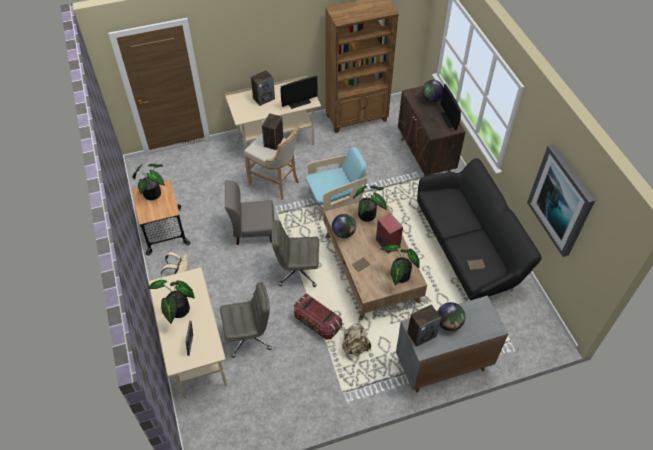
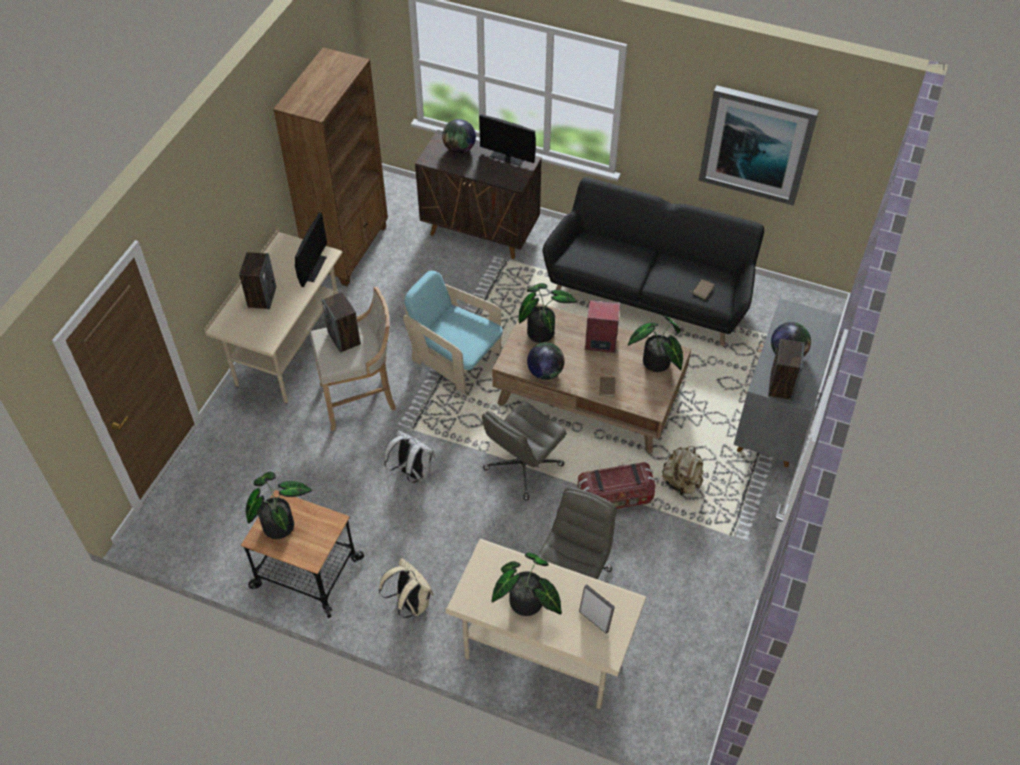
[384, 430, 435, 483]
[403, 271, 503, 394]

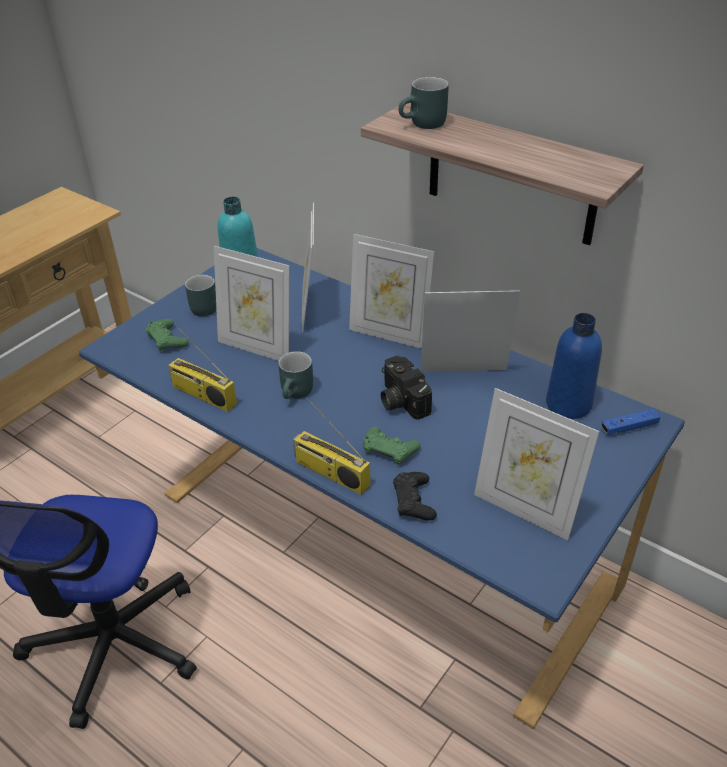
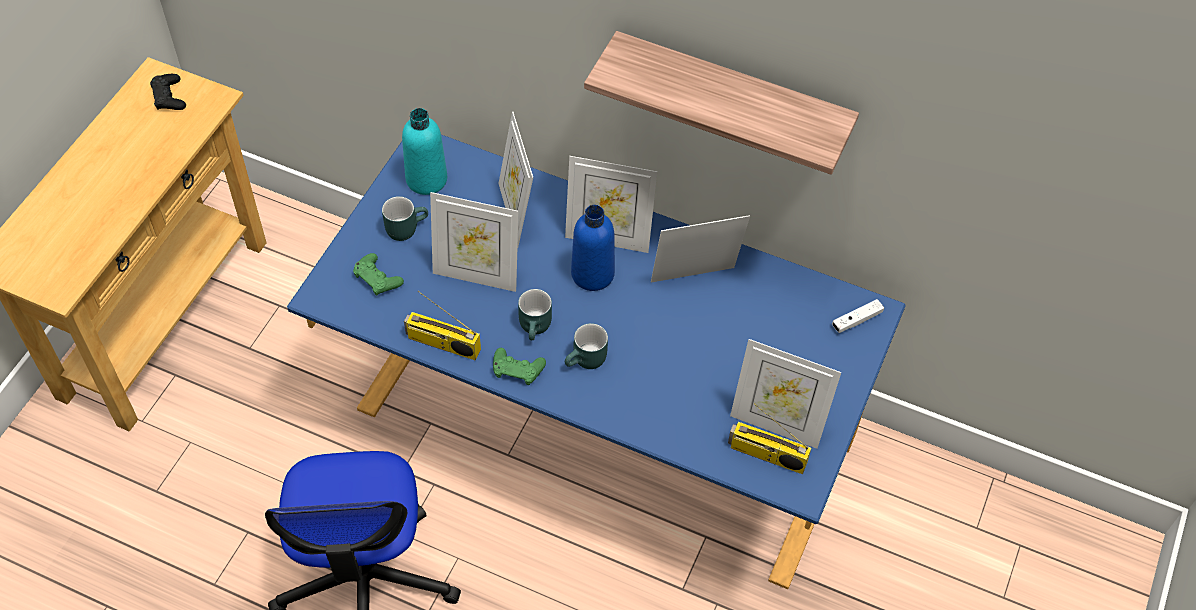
[150, 74, 186, 110]
[493, 348, 546, 385]
[565, 323, 608, 369]
[571, 205, 615, 291]
[728, 403, 811, 474]
[832, 299, 884, 333]
[381, 356, 432, 420] (first image)

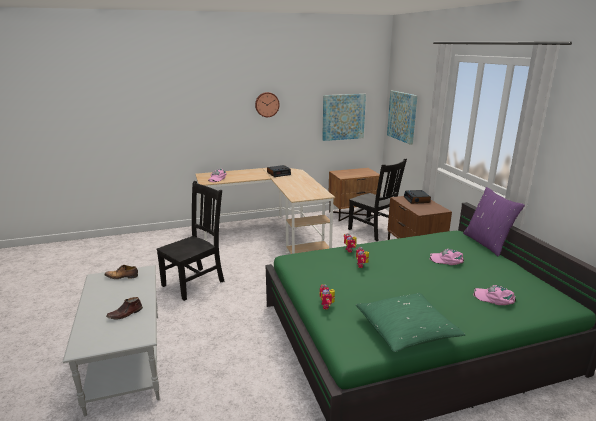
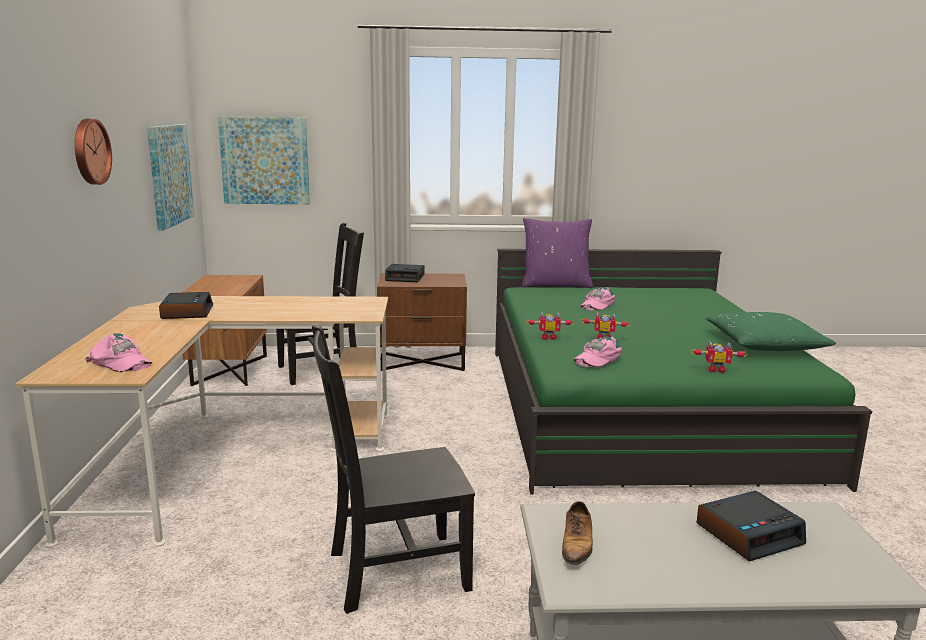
[312, 324, 475, 614]
[573, 337, 622, 367]
[697, 491, 806, 562]

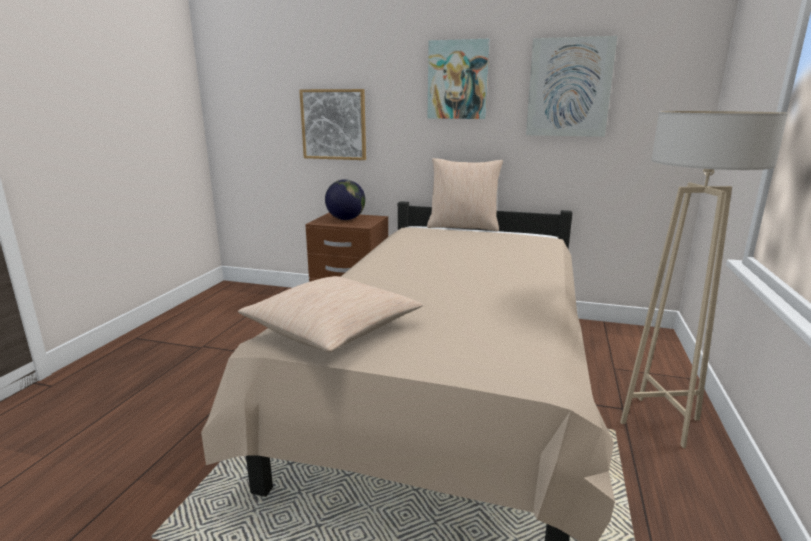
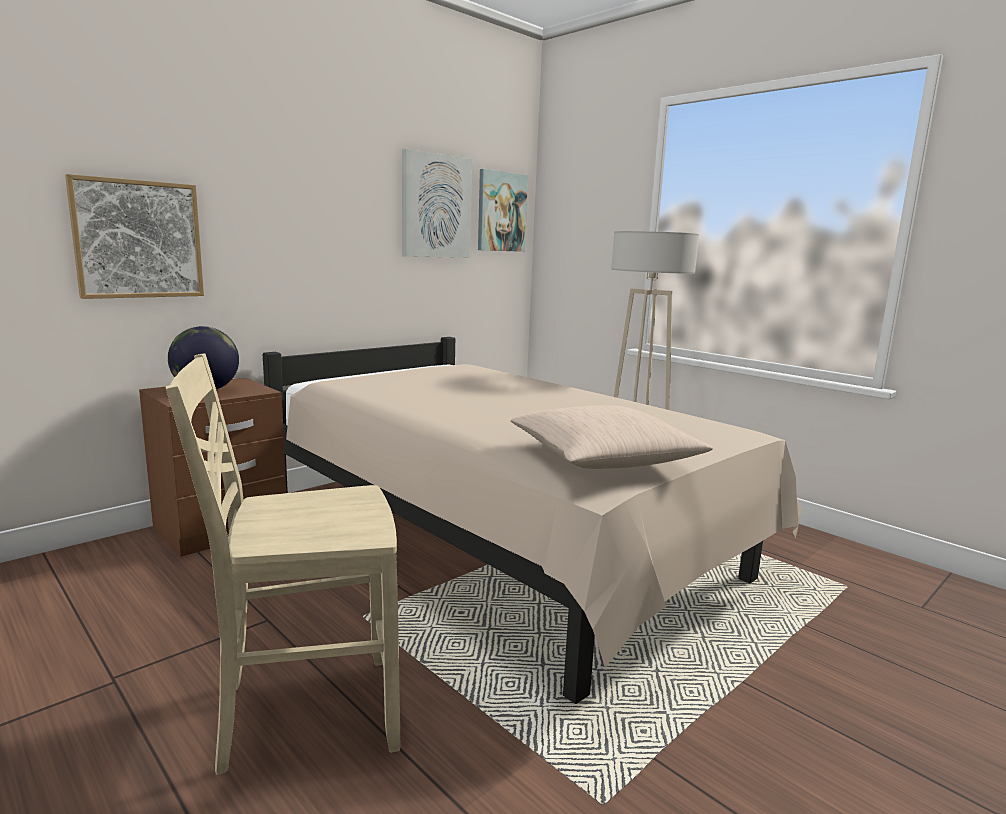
[166, 353, 400, 775]
[478, 169, 528, 252]
[427, 158, 503, 231] (first image)

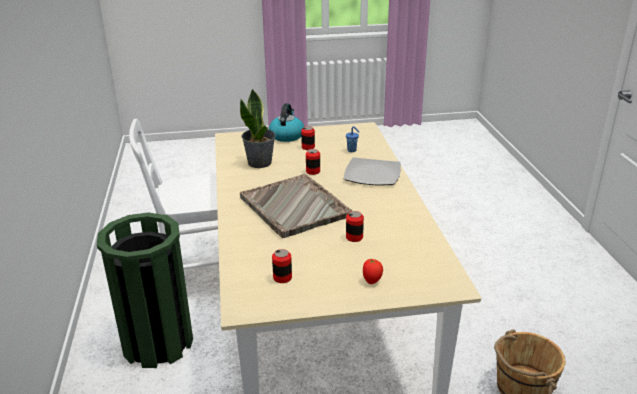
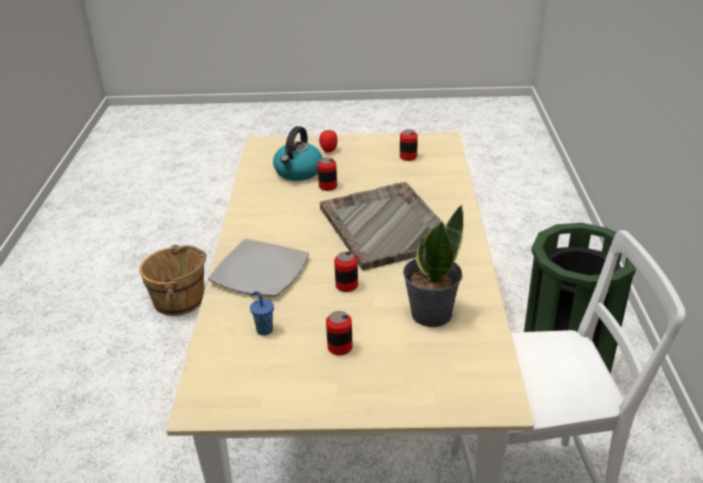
[273, 126, 323, 181]

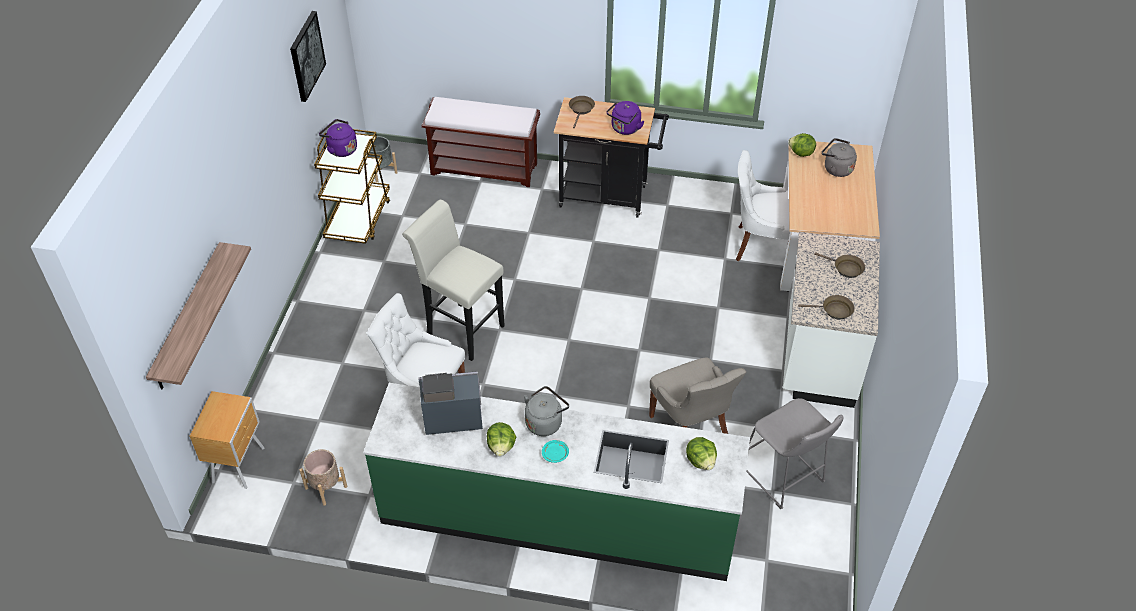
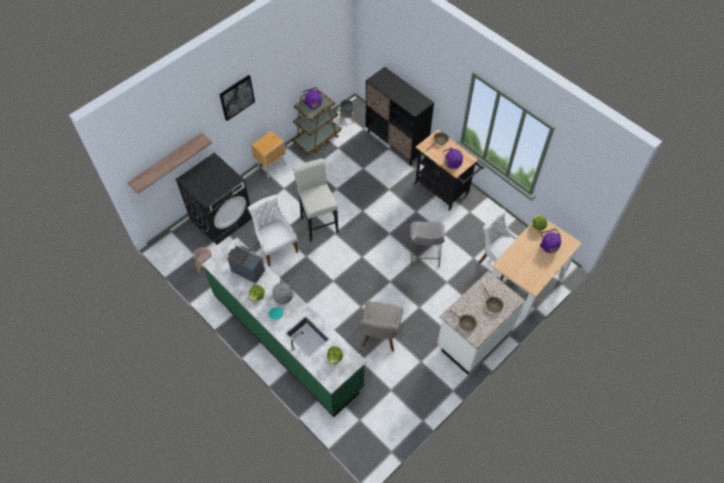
[175, 153, 252, 245]
[219, 75, 255, 121]
[251, 131, 286, 179]
[366, 67, 434, 166]
[410, 221, 445, 267]
[540, 229, 561, 253]

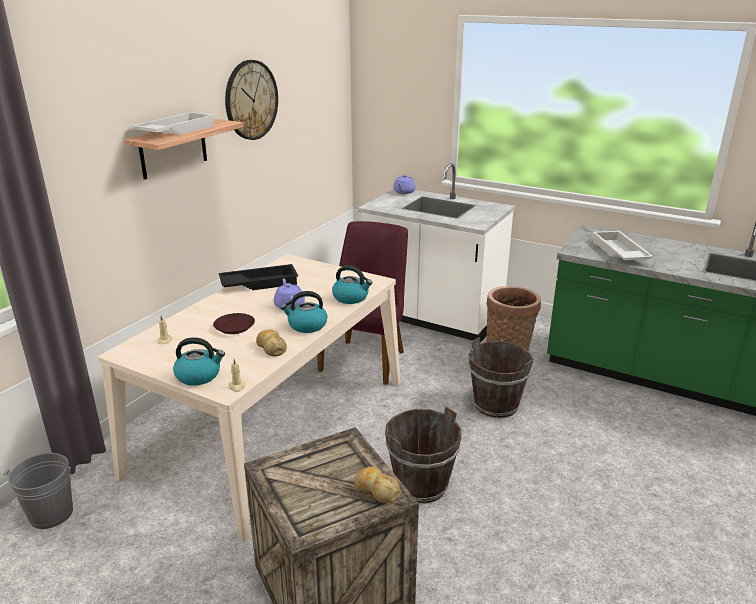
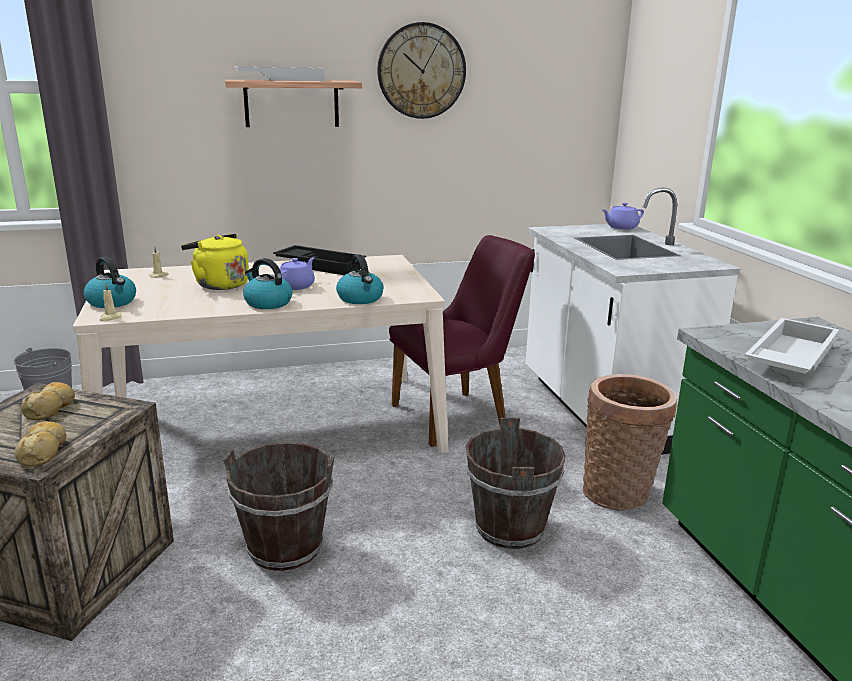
[21, 382, 75, 420]
[181, 234, 249, 290]

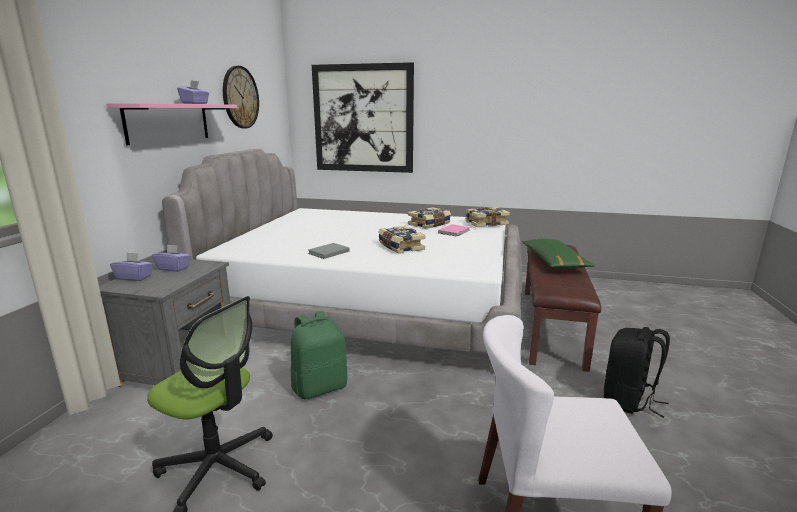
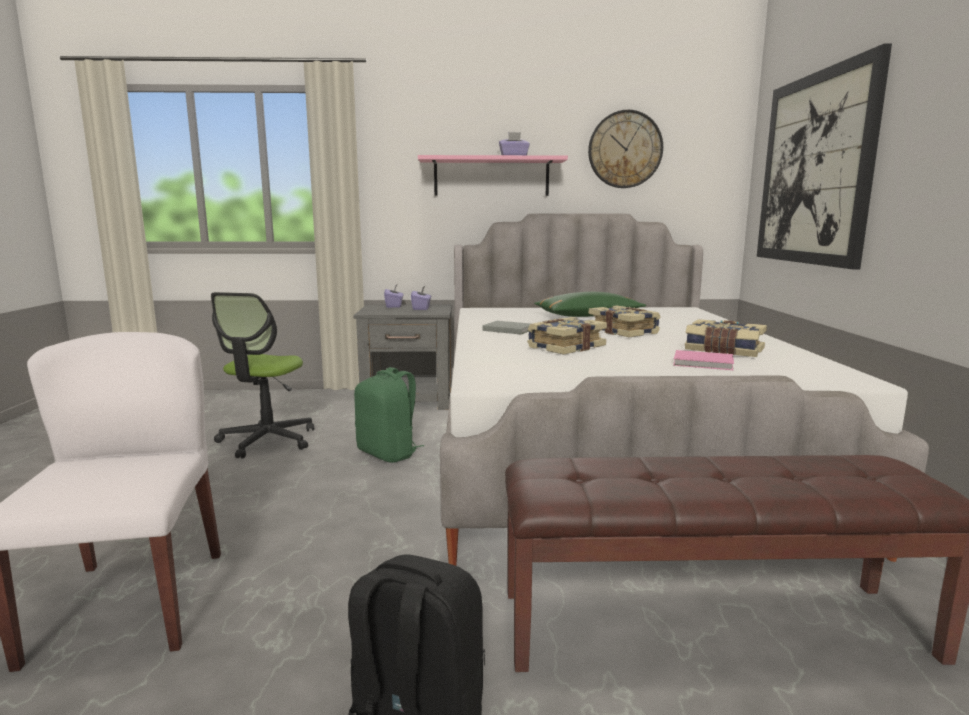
[534, 292, 646, 317]
[589, 306, 661, 337]

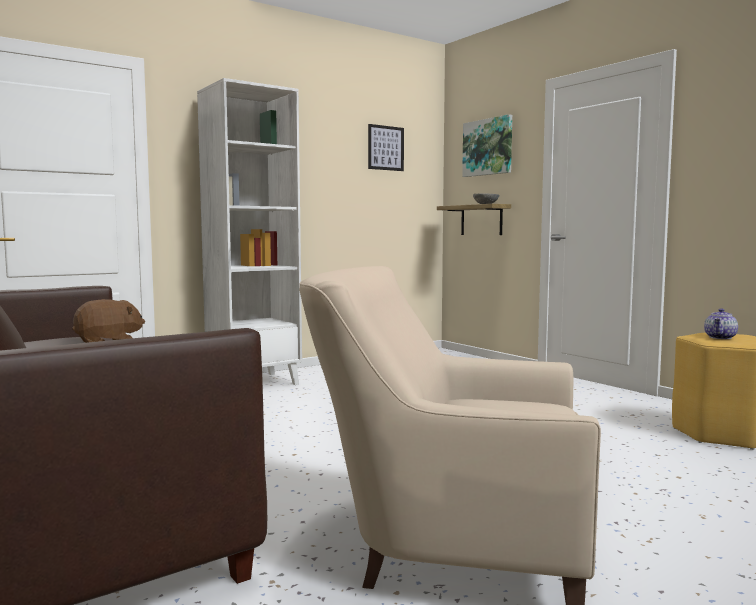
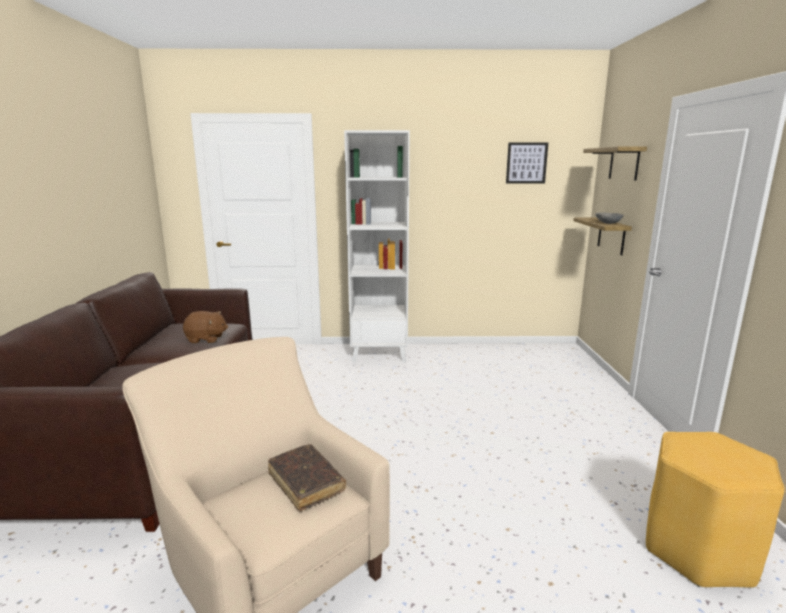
[268, 444, 346, 511]
[583, 146, 647, 180]
[704, 309, 738, 339] (first image)

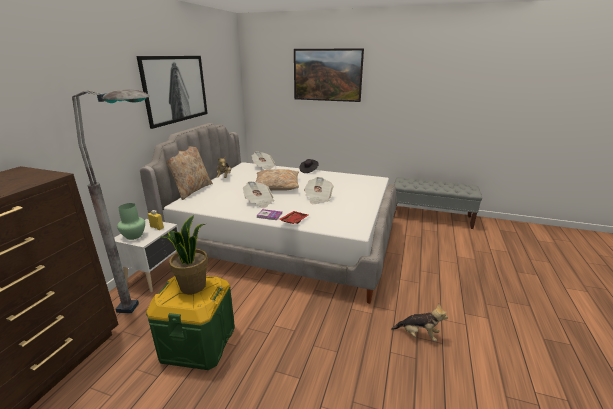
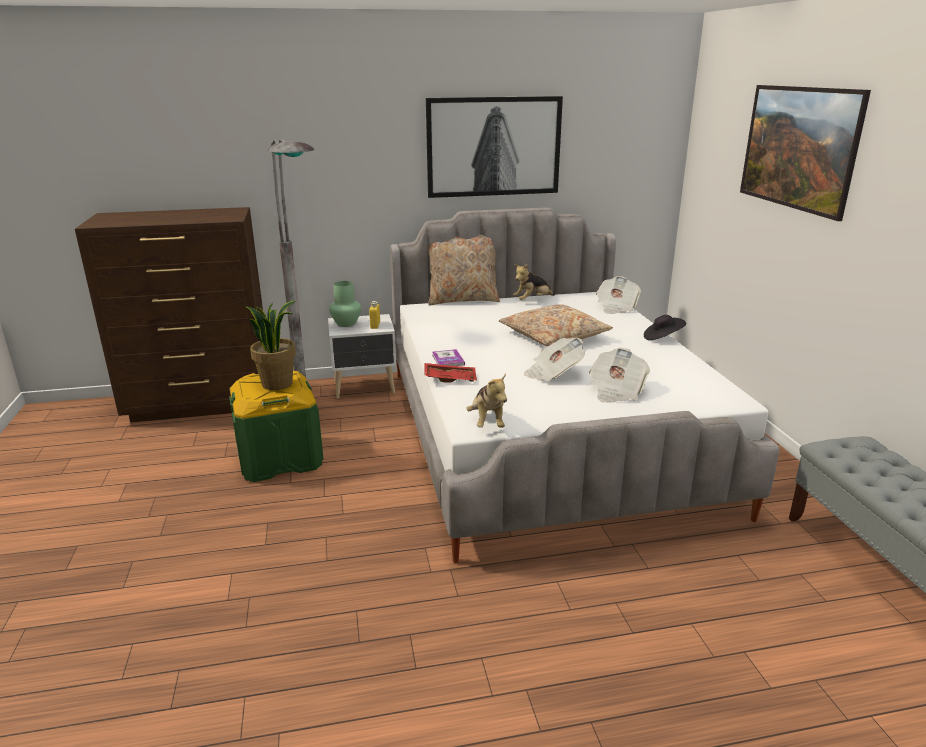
[466, 373, 507, 428]
[589, 348, 650, 403]

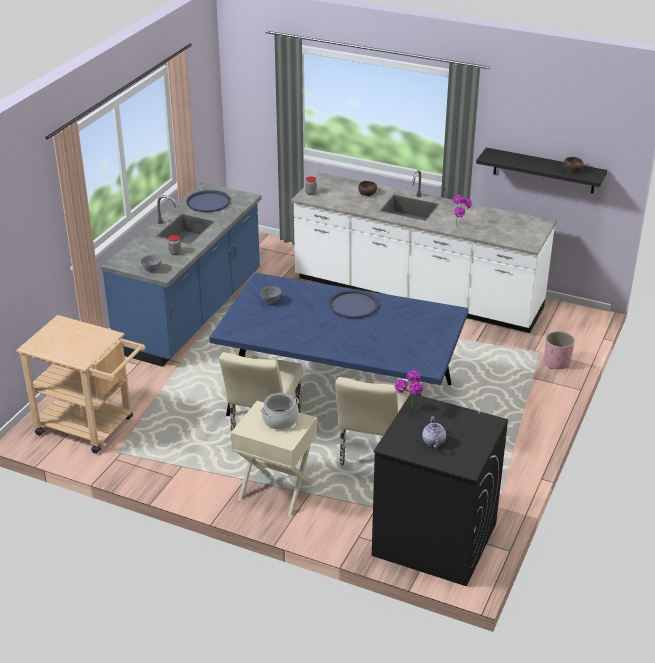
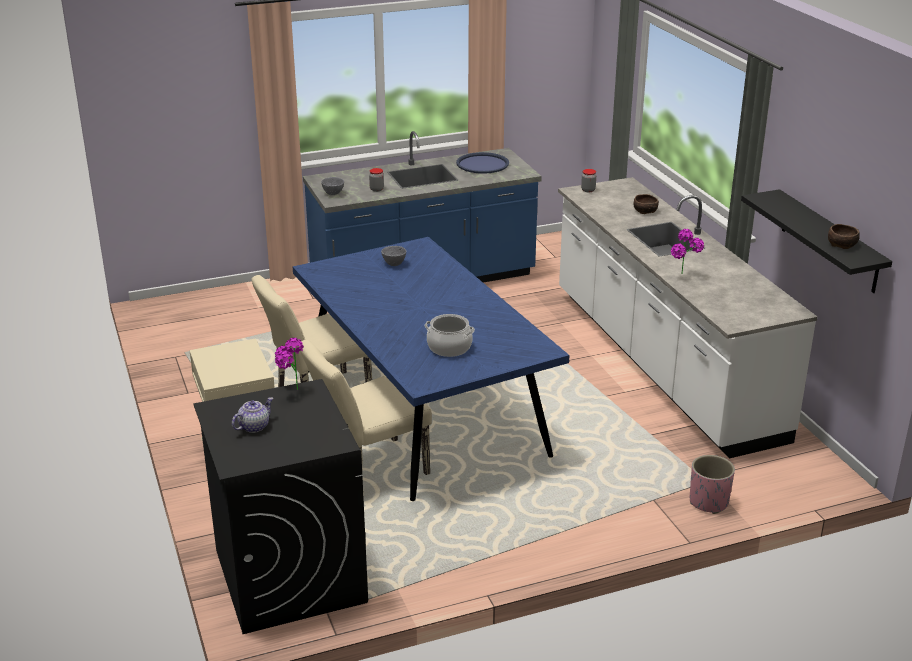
[425, 314, 475, 357]
[16, 315, 146, 454] (first image)
[328, 290, 379, 318] (first image)

